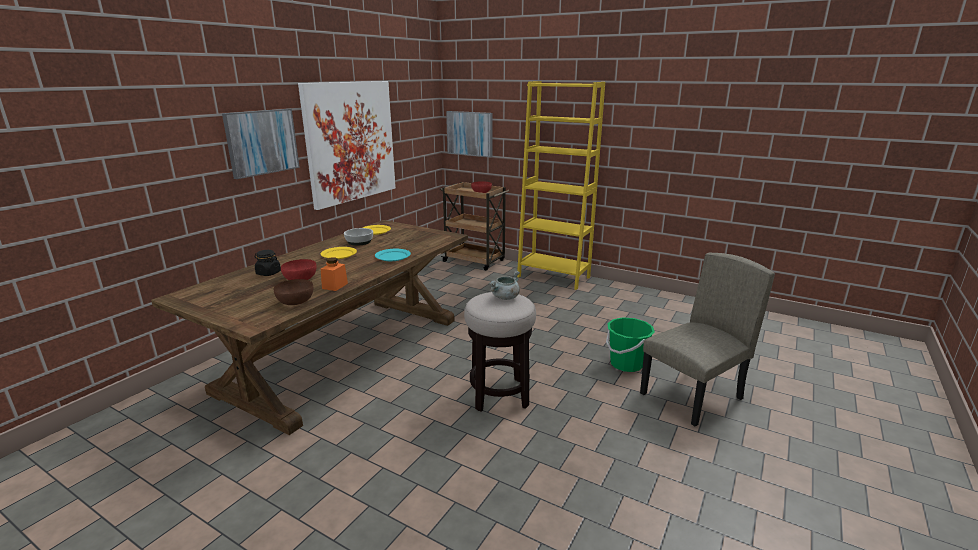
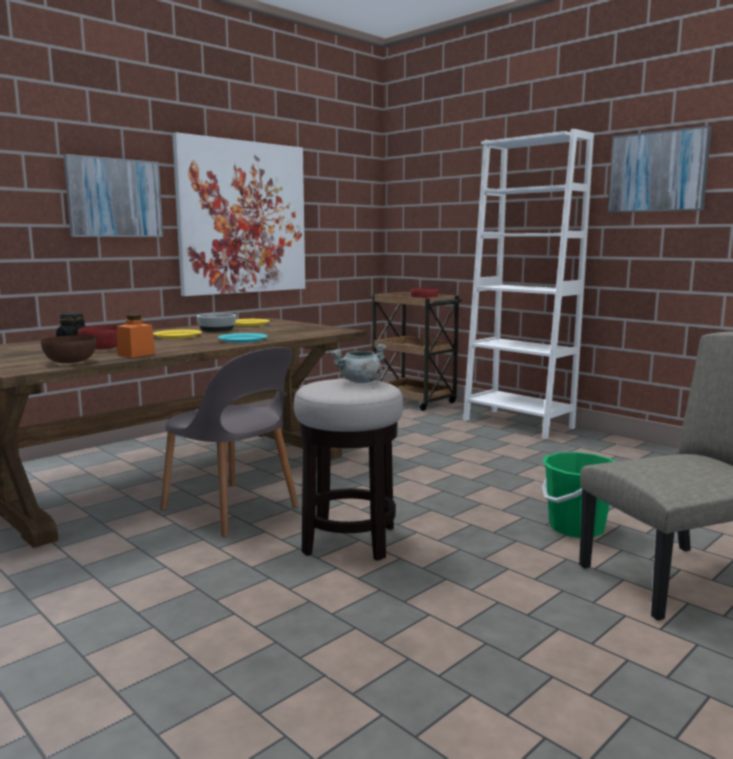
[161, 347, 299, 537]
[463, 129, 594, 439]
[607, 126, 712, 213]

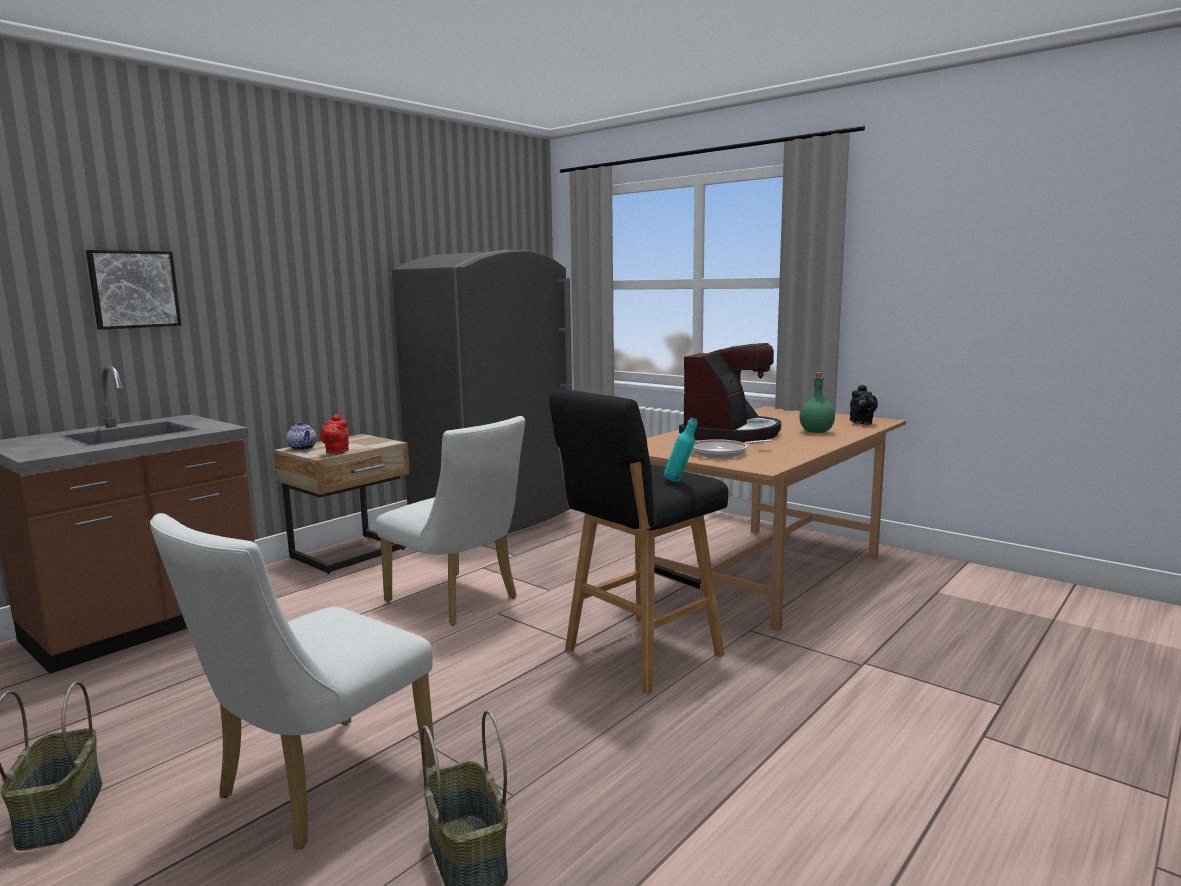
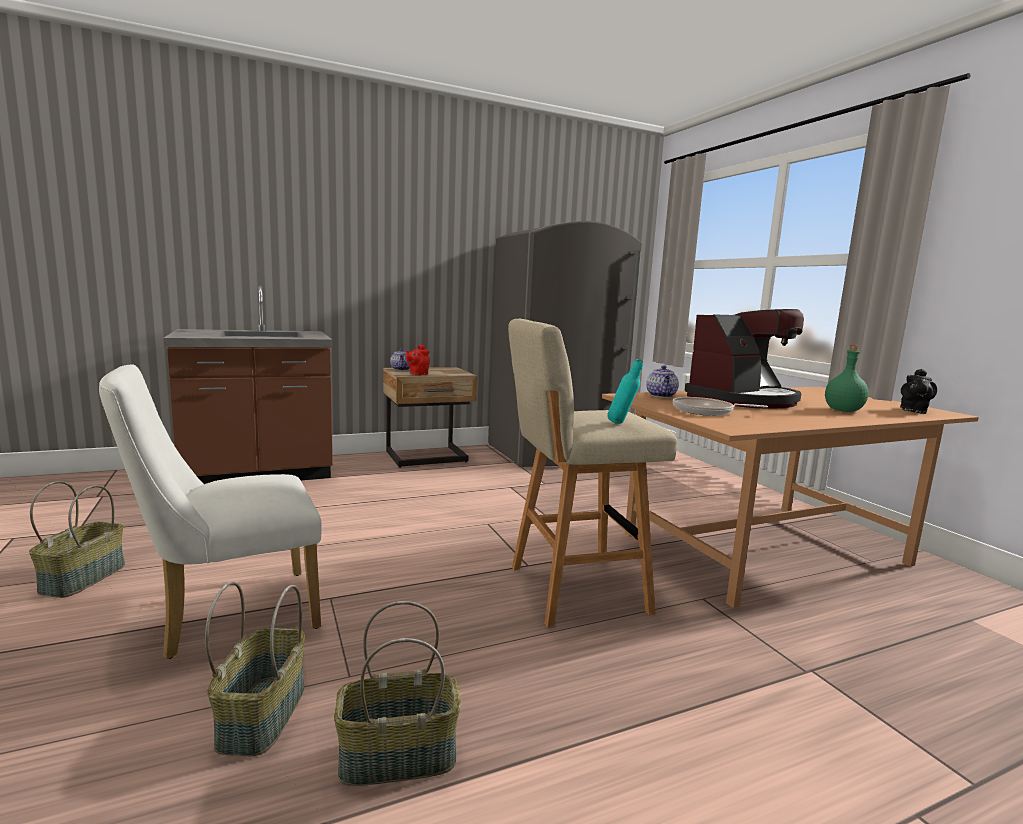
[334, 601, 461, 786]
[508, 319, 677, 628]
[646, 365, 679, 398]
[86, 250, 181, 330] (first image)
[376, 416, 525, 626] (first image)

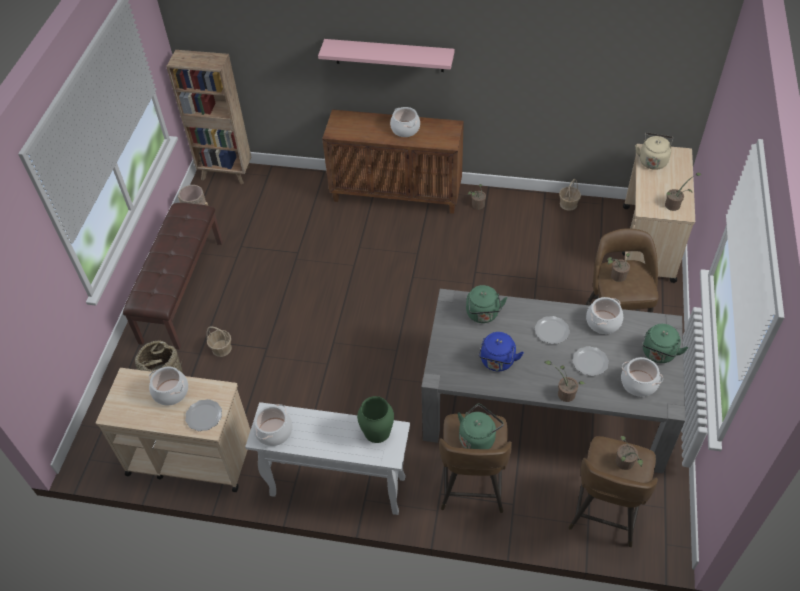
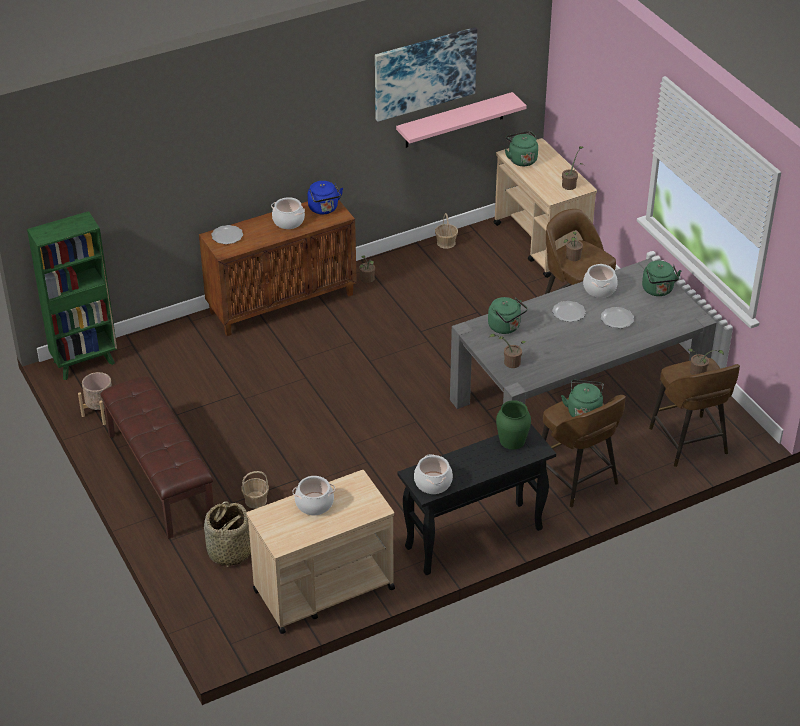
[27, 211, 117, 380]
[211, 225, 243, 244]
[308, 181, 343, 214]
[375, 27, 477, 122]
[396, 92, 527, 148]
[397, 424, 556, 575]
[489, 334, 526, 368]
[505, 131, 538, 166]
[621, 357, 663, 397] (first image)

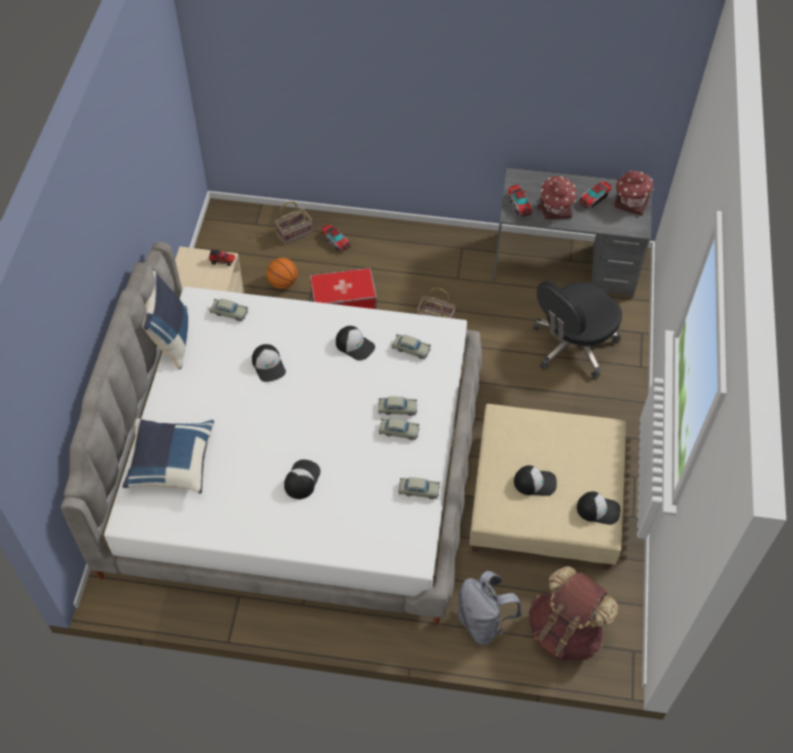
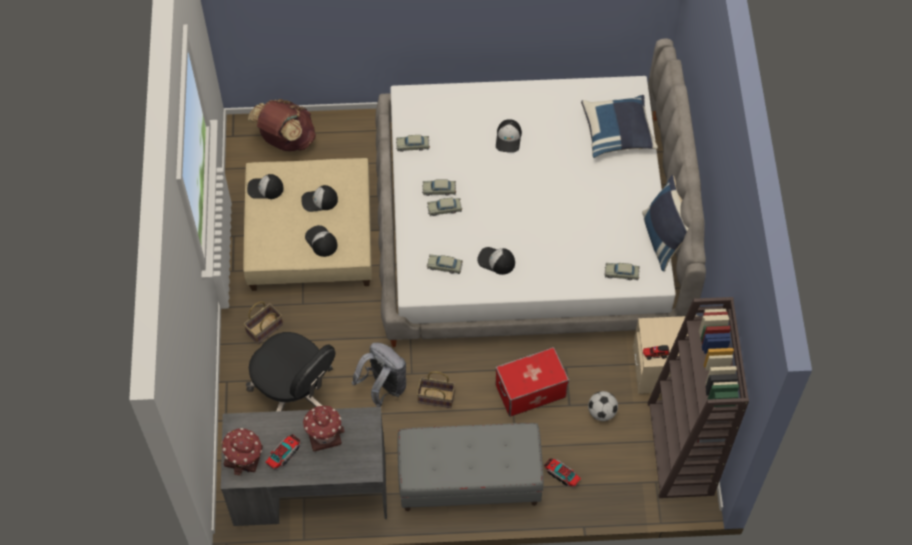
[244, 301, 283, 344]
[246, 332, 335, 411]
[305, 225, 337, 257]
[352, 343, 406, 407]
[397, 423, 544, 511]
[588, 391, 618, 421]
[648, 297, 749, 498]
[509, 184, 532, 217] (first image)

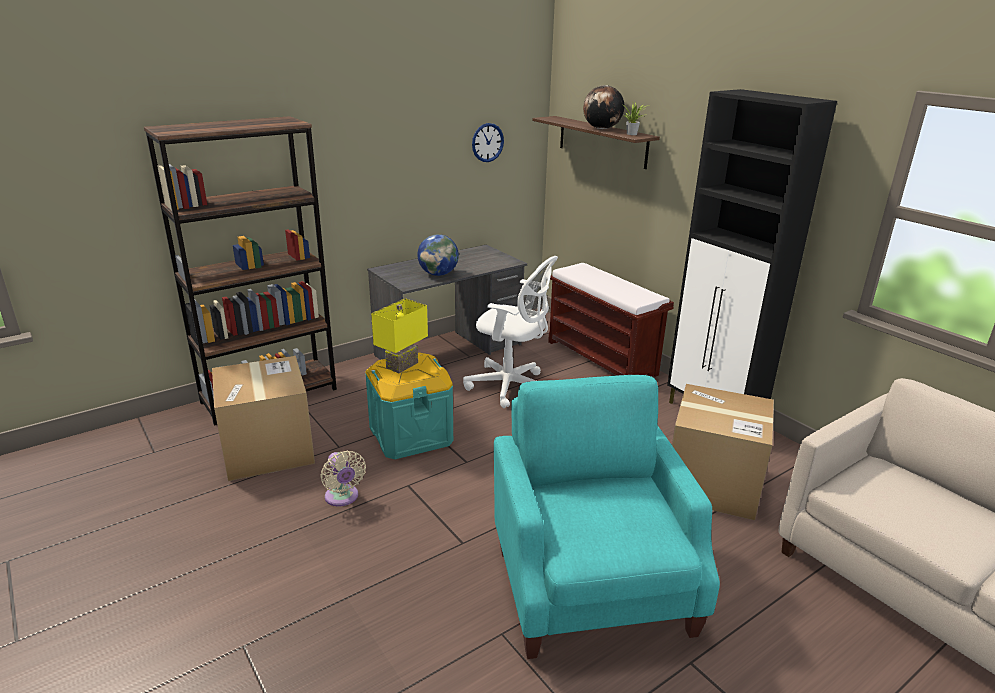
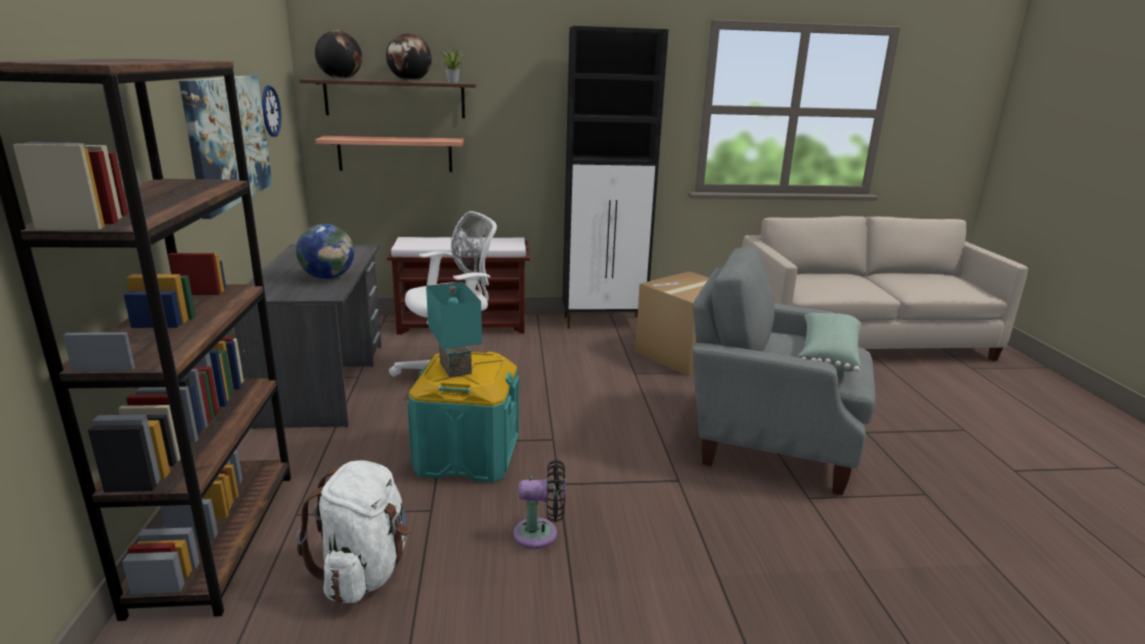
[179, 75, 272, 219]
[297, 460, 410, 603]
[315, 30, 362, 79]
[315, 136, 464, 172]
[426, 282, 482, 378]
[513, 460, 565, 549]
[692, 246, 876, 495]
[798, 313, 862, 372]

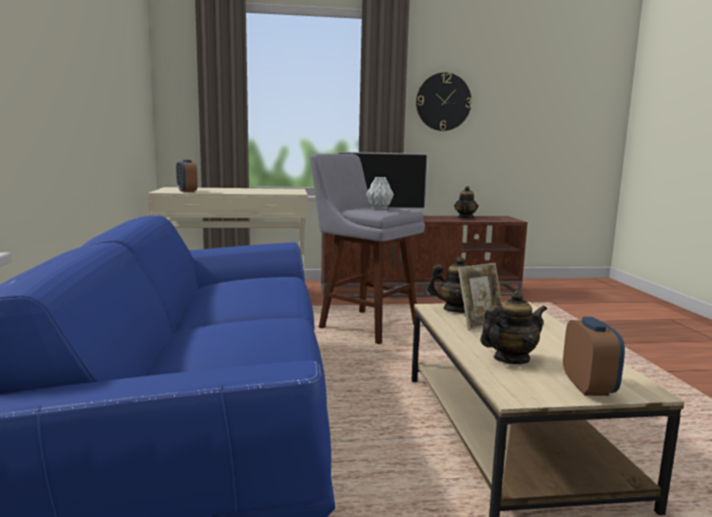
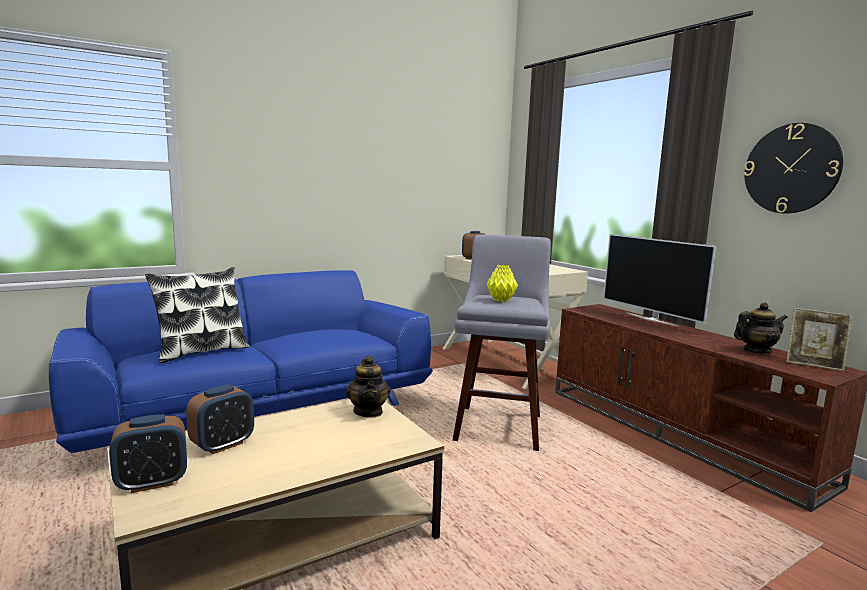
[145, 267, 249, 363]
[186, 384, 254, 454]
[487, 265, 518, 302]
[786, 308, 852, 371]

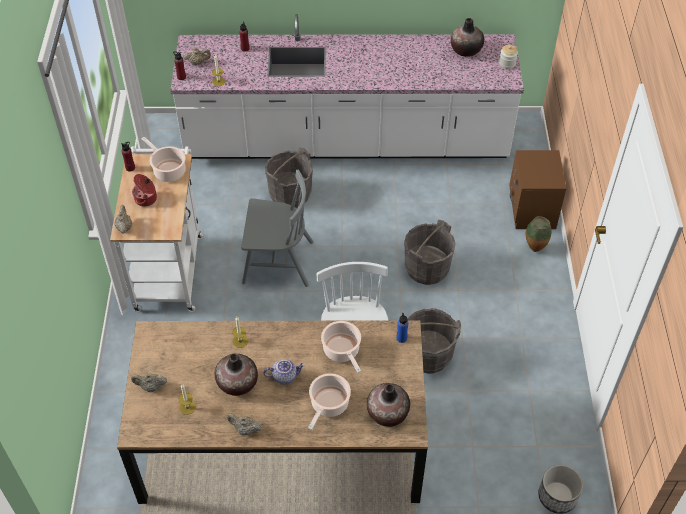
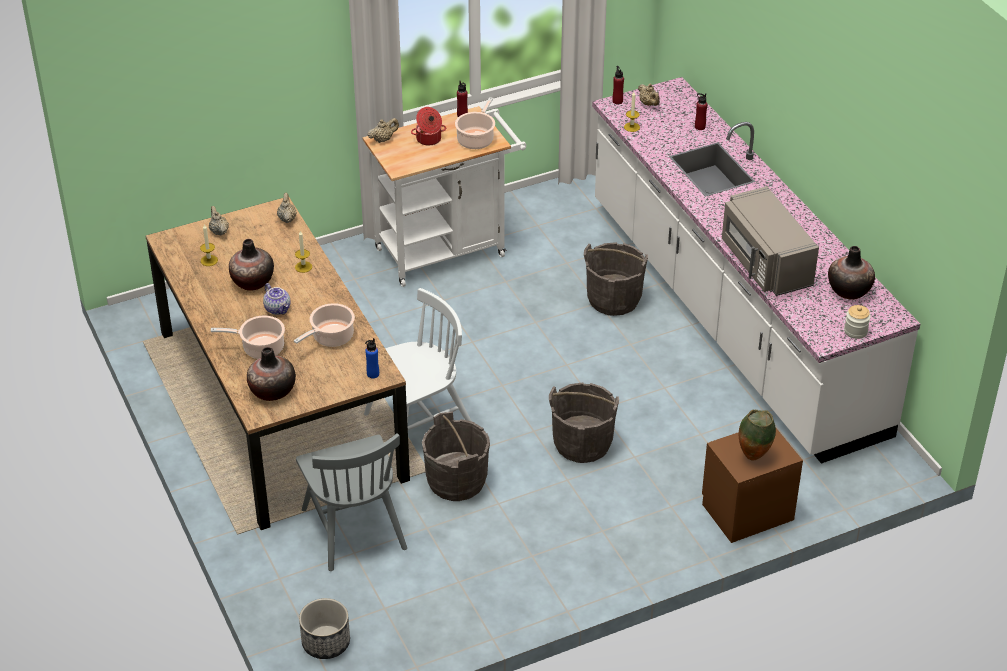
[277, 193, 297, 223]
[296, 433, 407, 571]
[722, 186, 819, 296]
[739, 410, 776, 460]

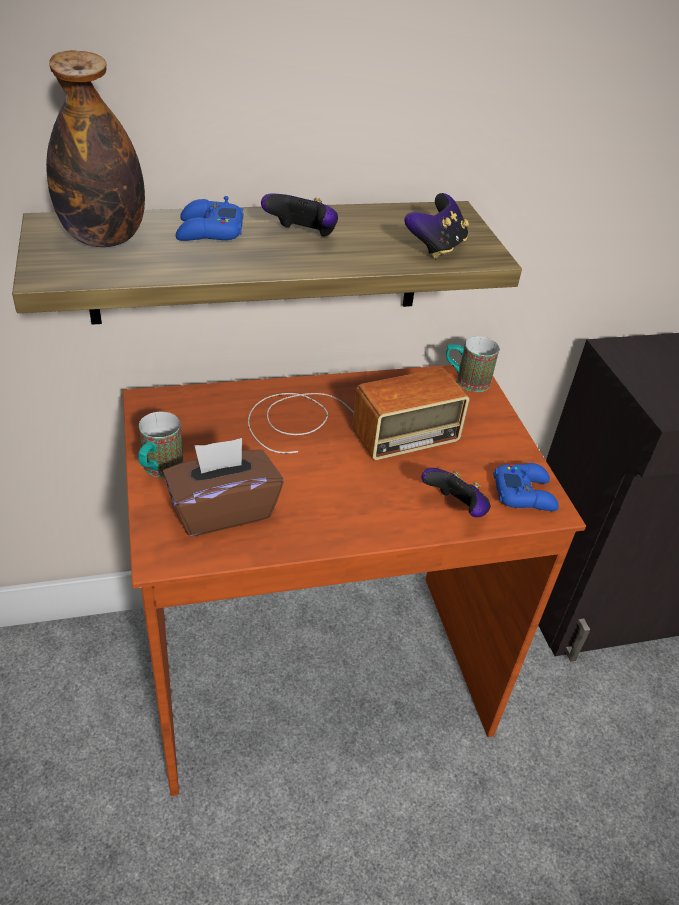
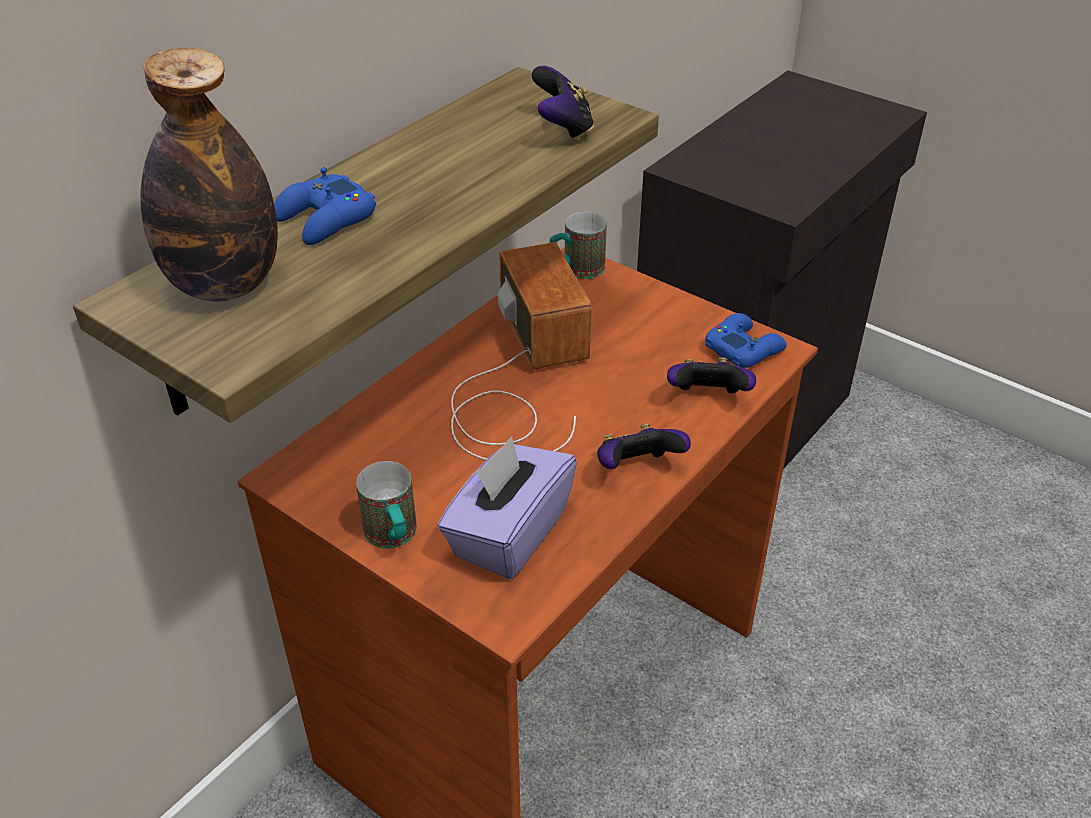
[437, 436, 577, 580]
[451, 242, 591, 460]
[597, 424, 691, 469]

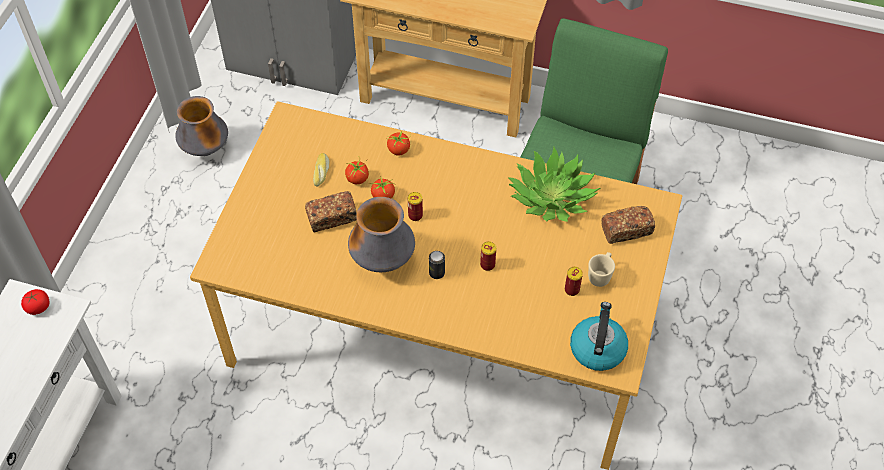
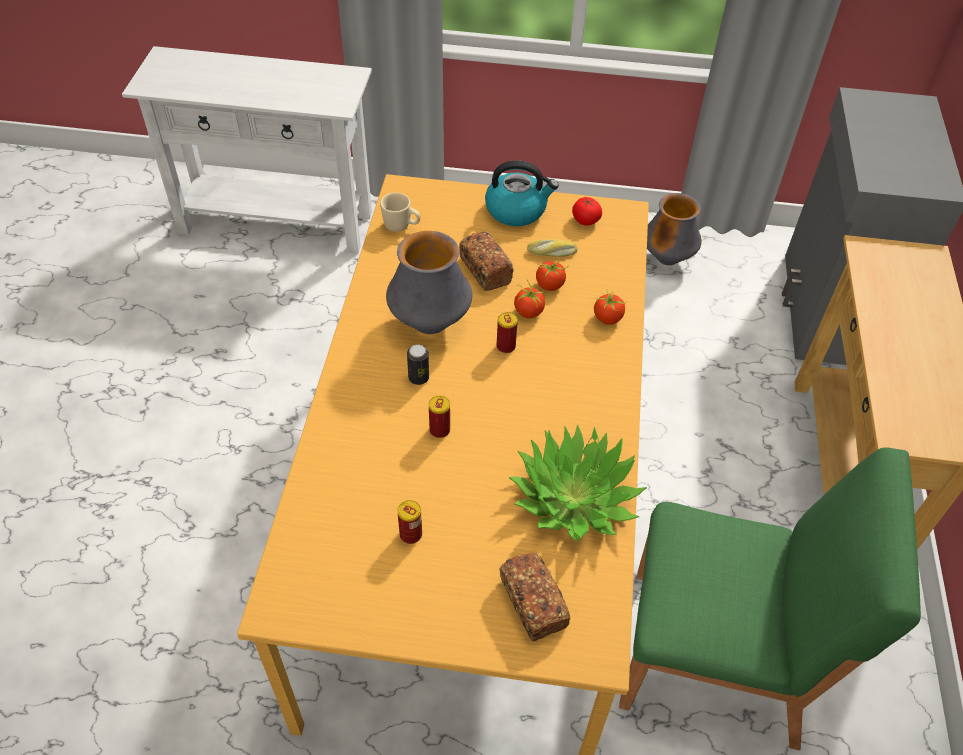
[380, 193, 421, 232]
[485, 160, 559, 226]
[572, 197, 602, 226]

